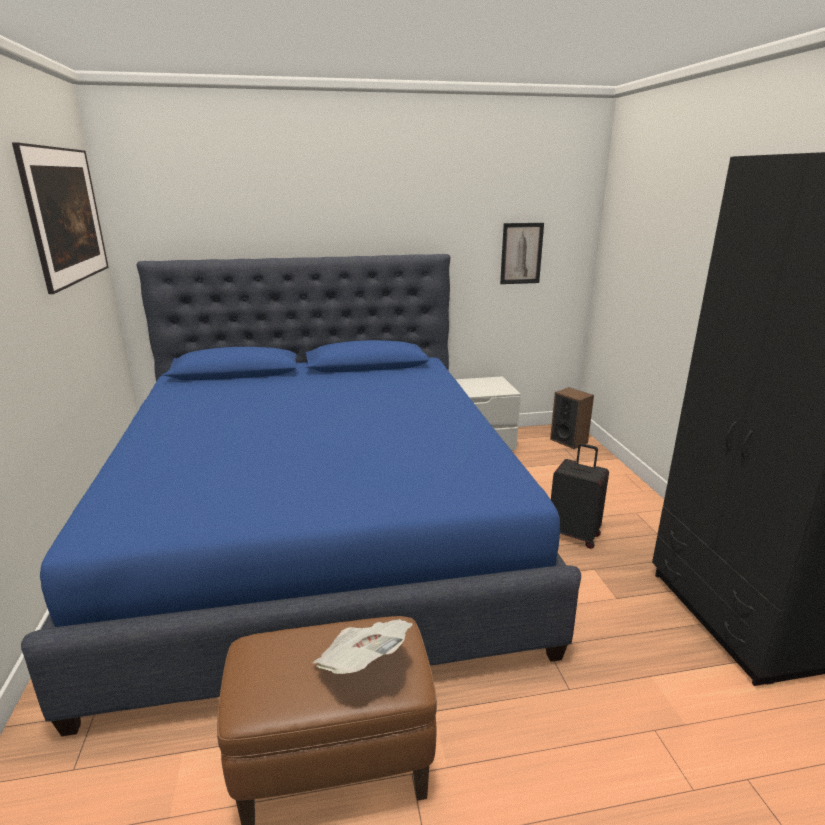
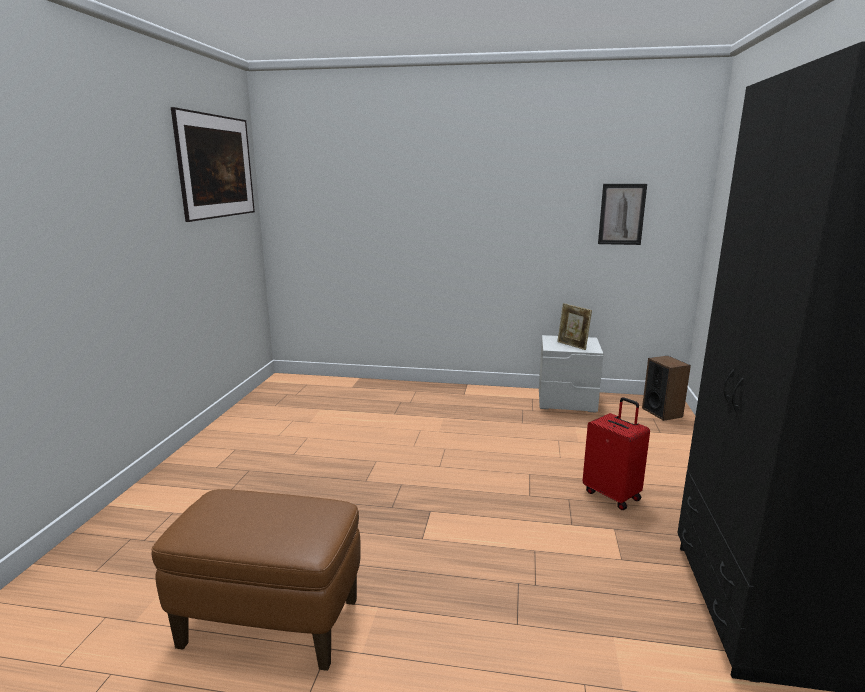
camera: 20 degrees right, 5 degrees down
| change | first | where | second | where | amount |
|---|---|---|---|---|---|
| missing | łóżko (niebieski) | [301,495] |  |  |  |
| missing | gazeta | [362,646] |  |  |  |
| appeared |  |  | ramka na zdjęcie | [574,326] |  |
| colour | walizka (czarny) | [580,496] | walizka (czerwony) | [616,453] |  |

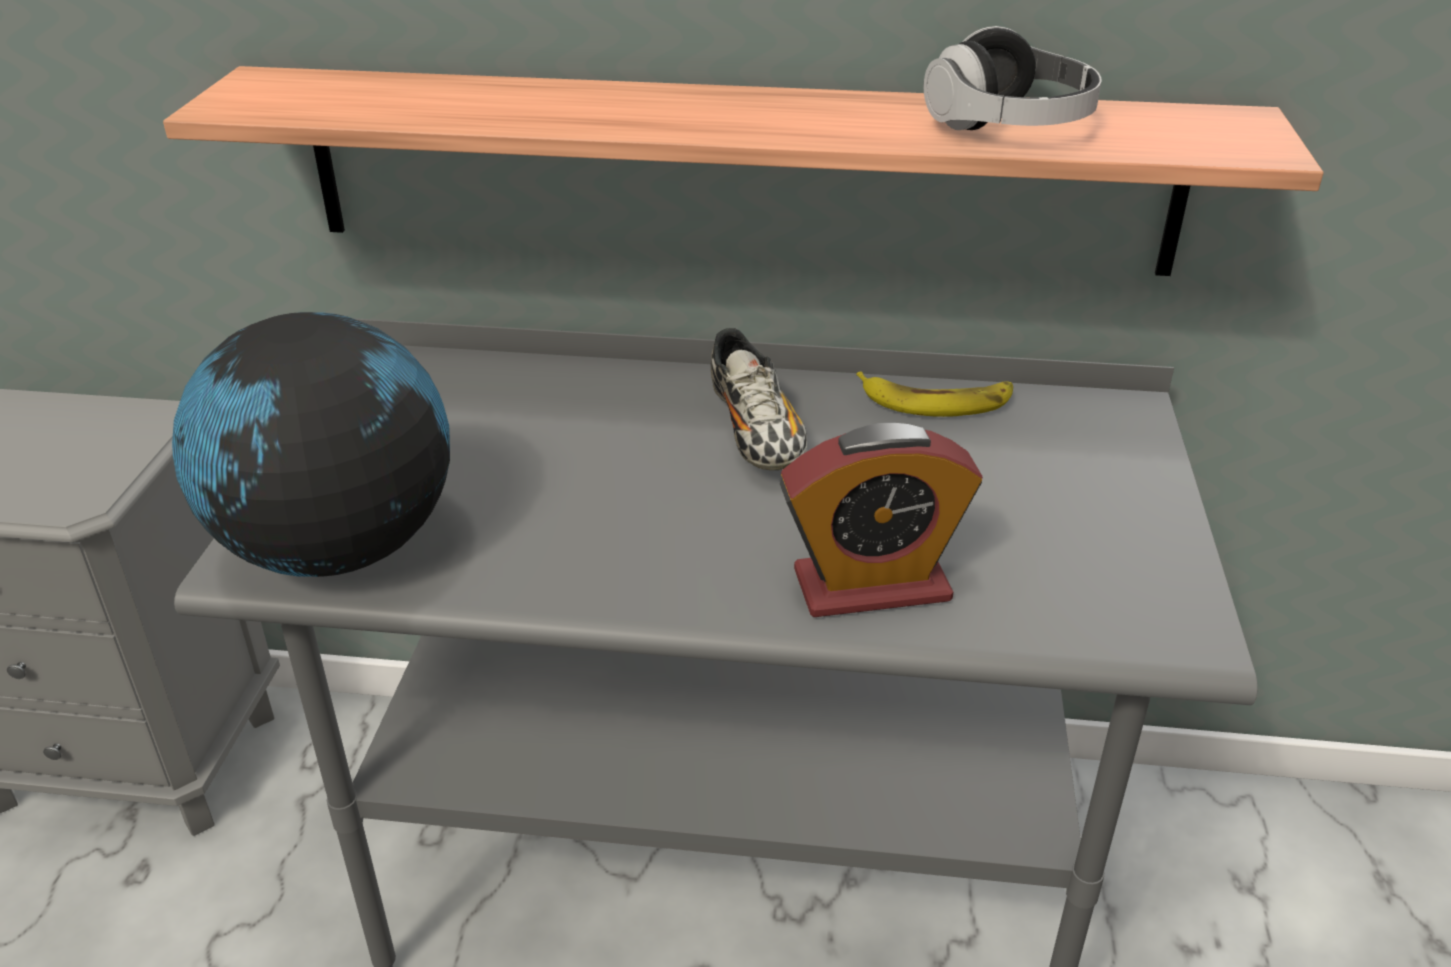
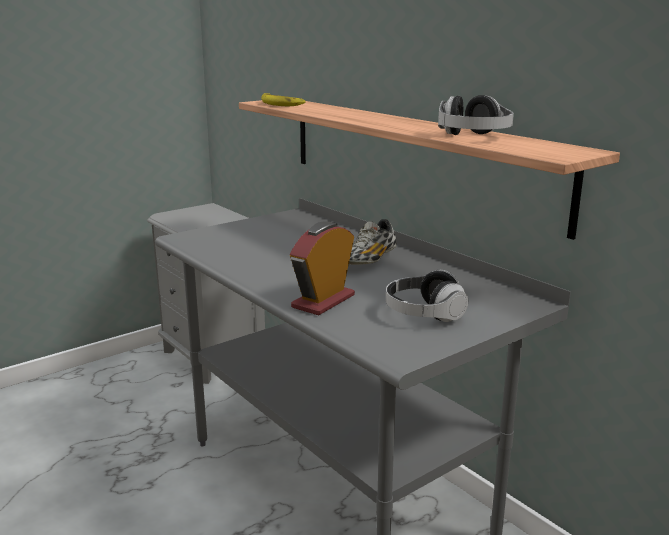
camera: 45 degrees right, 15 degrees down
| change | first | where | second | where | amount |
|---|---|---|---|---|---|
| missing | globus | [311,444] |  |  |  |
| appeared |  |  | słuchawki | [427,296] |  |
| relocated | banan | [934,394] |  | [283,99] |  |
| spun | budzik | [881,520] |  | [322,268] | 90 degrees clockwise |

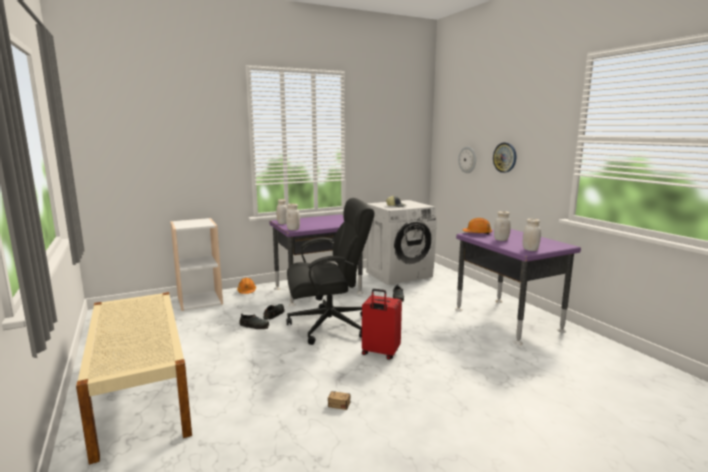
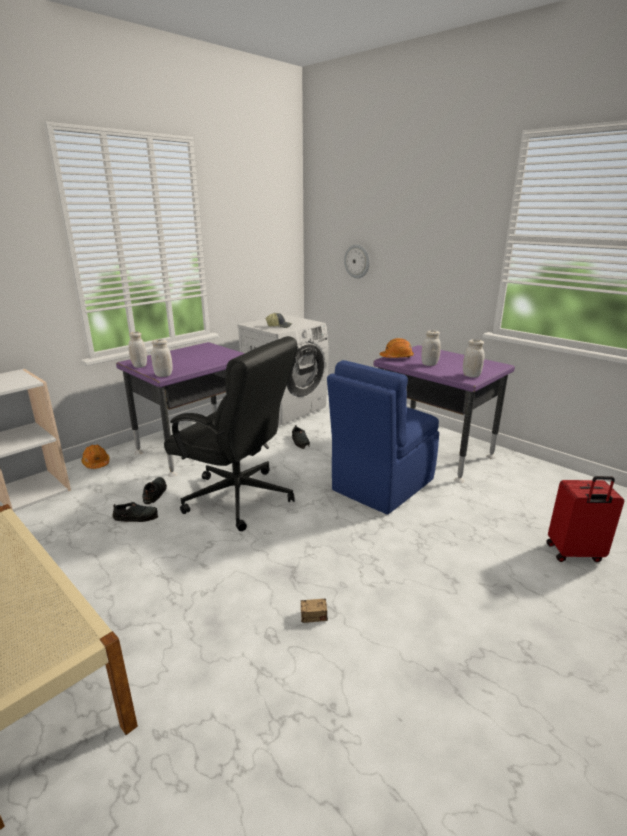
camera: 20 degrees left, 10 degrees up
| change | first | where | second | where | amount |
|---|---|---|---|---|---|
| missing | zegar ścienny | [504,158] |  |  |  |
| appeared |  |  | krzesło (niebieski) | [383,437] |  |
| relocated | walizka (czerwony) | [382,324] |  | [585,519] |  |
| spun | krzesło biurowe (czarny) | [331,271] |  | [231,433] | 60 degrees clockwise |

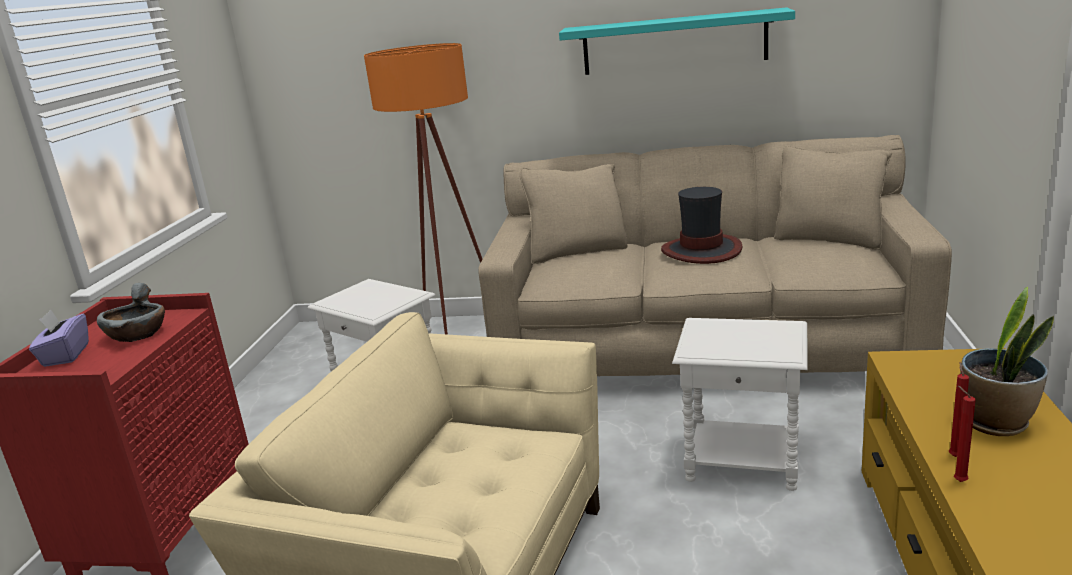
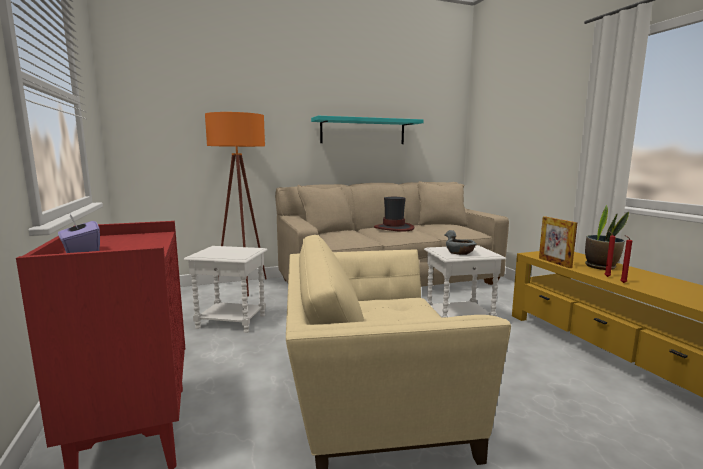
camera: 30 degrees left, 10 degrees down
| change | first | where | second | where | amount |
|---|---|---|---|---|---|
| appeared |  |  | ramka na zdjęcie | [558,242] |  |
| relocated | miska (szary) | [131,312] |  | [460,242] |  |

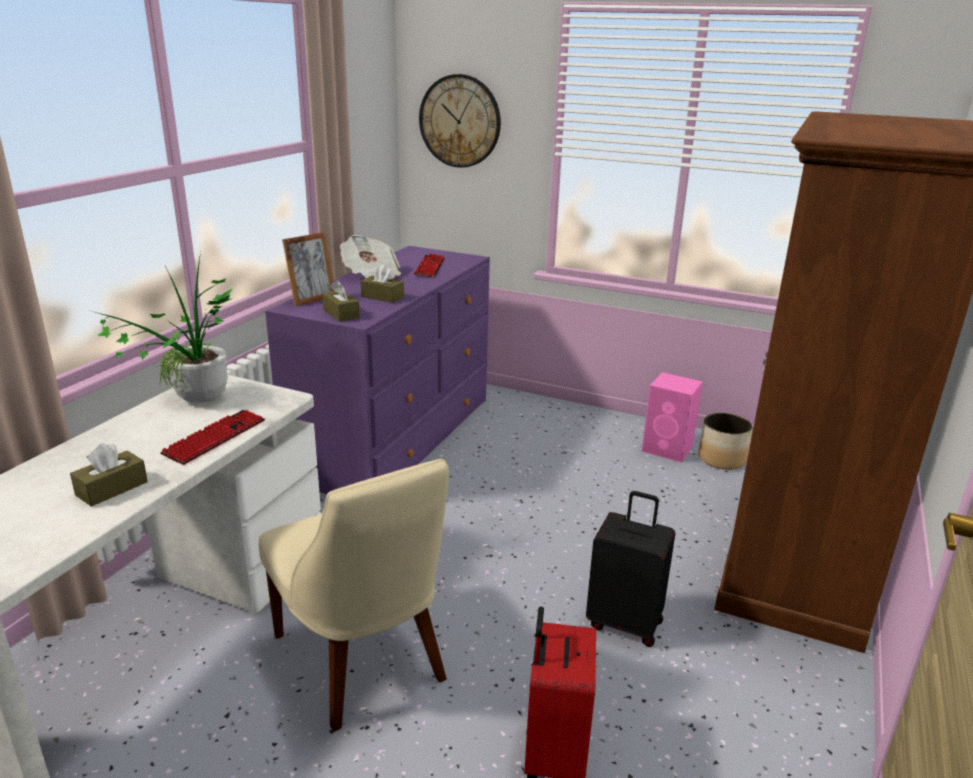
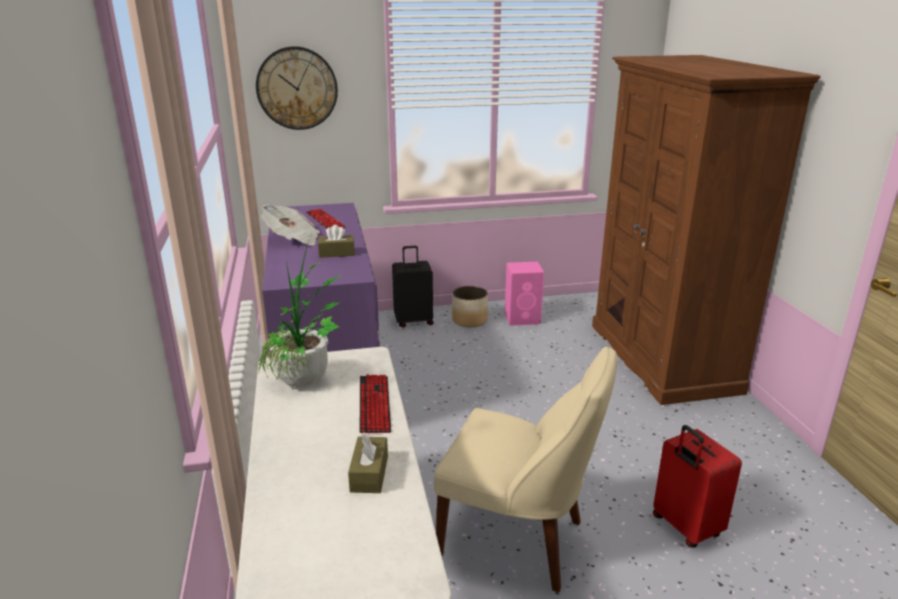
camera: 35 degrees left, 0 degrees up
| change | first | where | second | where | amount |
|---|---|---|---|---|---|
| missing | ramka na zdjęcie | [308,269] |  |  |  |
| missing | pudełko chusteczek (brązowy) | [341,301] |  |  |  |
| relocated | walizka (czarny) | [631,569] |  | [413,287] |  |
| relocated | donica | [725,441] |  | [470,306] |  |

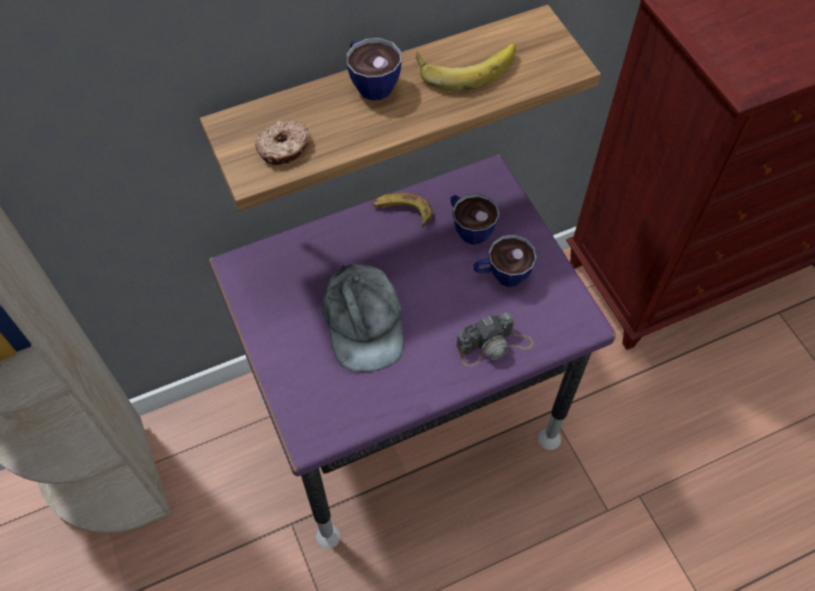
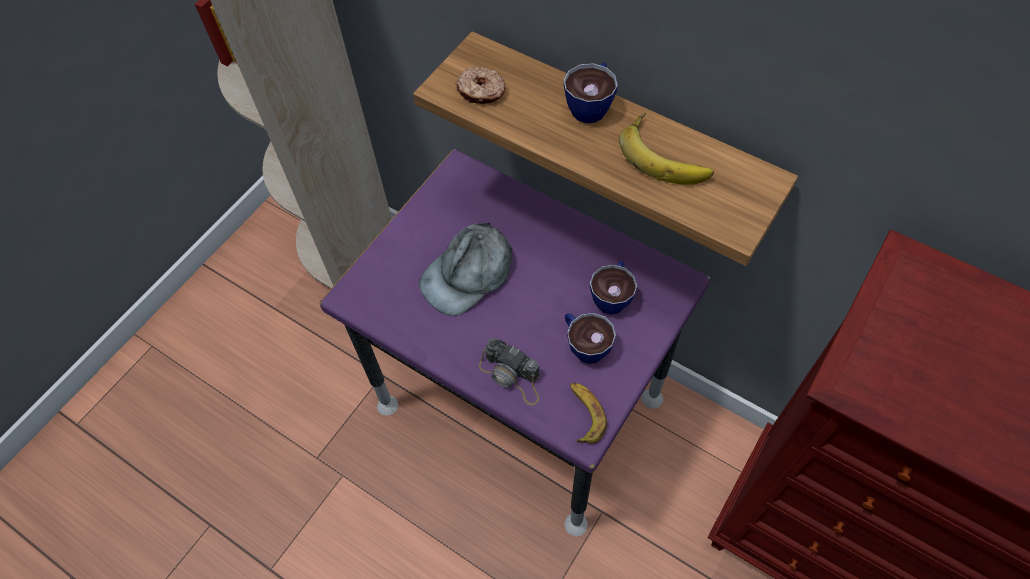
camera: 60 degrees right, 0 degrees up
| change | first | where | second | where | amount |
|---|---|---|---|---|---|
| relocated | banan | [403,210] |  | [588,413] |  |

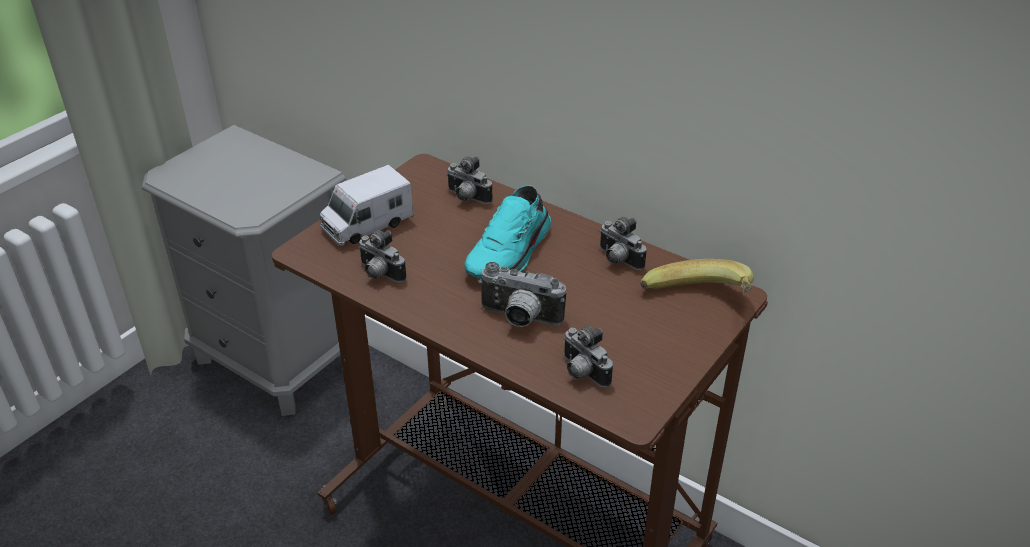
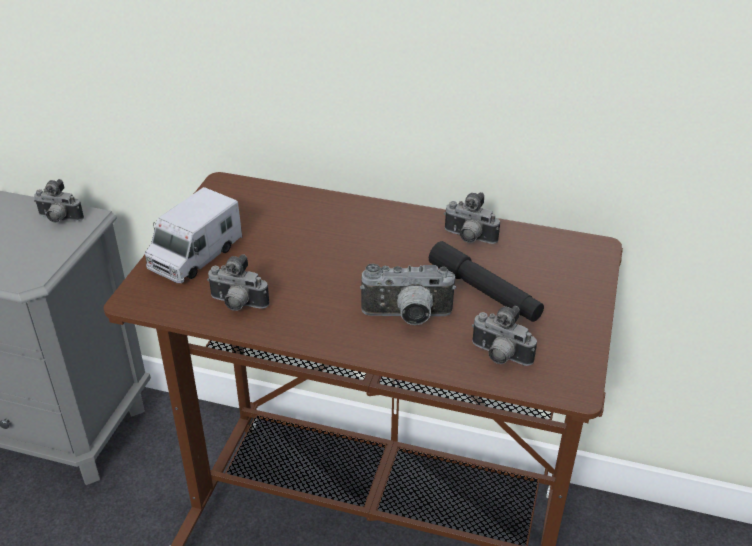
camera: 20 degrees left, 0 degrees up
| change | first | where | second | where | amount |
|---|---|---|---|---|---|
| missing | but (turkusowy) | [507,232] |  |  |  |
| missing | banan | [697,276] |  |  |  |
| appeared |  |  | latarka (czarny) | [486,281] |  |
| relocated | aparat fotograficzny | [469,180] |  | [59,201] |  |

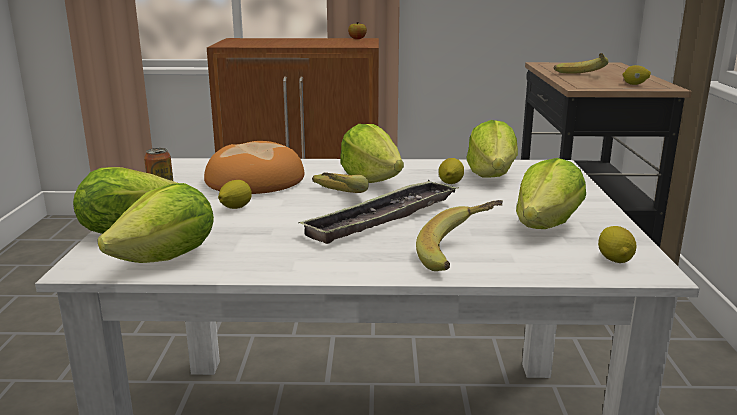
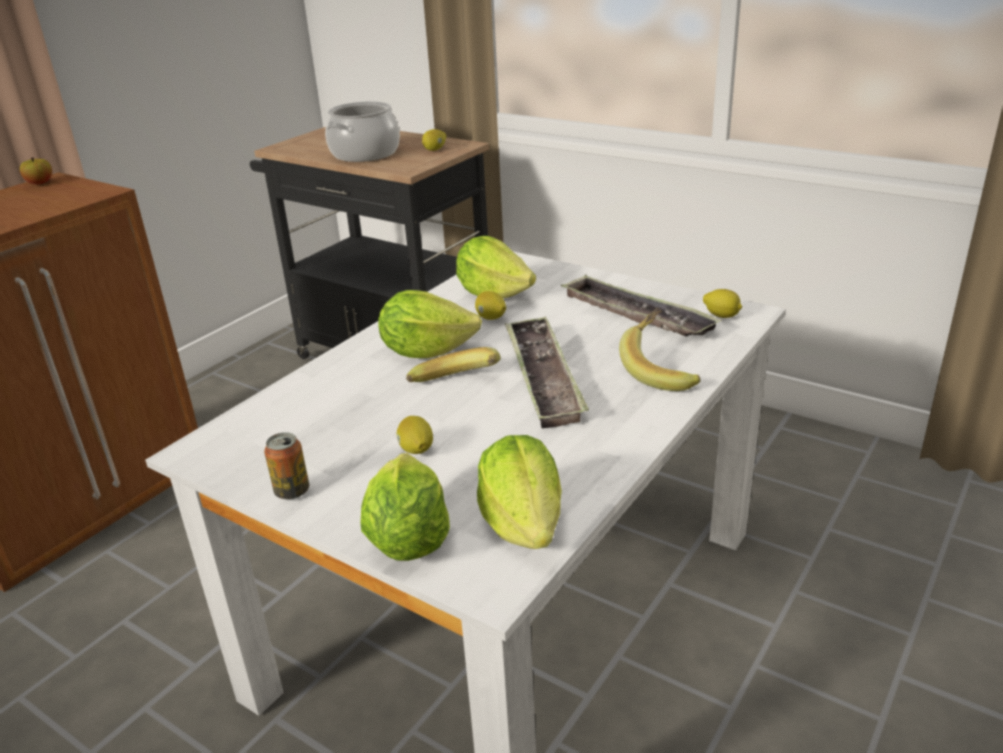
camera: 55 degrees left, 10 degrees up
| change | first | where | second | where | amount |
|---|---|---|---|---|---|
| missing | chleb | [254,167] |  |  |  |
| exchanged | sałata | [551,193] | taca | [641,305] |  |
| exchanged | banan | [580,63] | garnek | [362,131] |  |

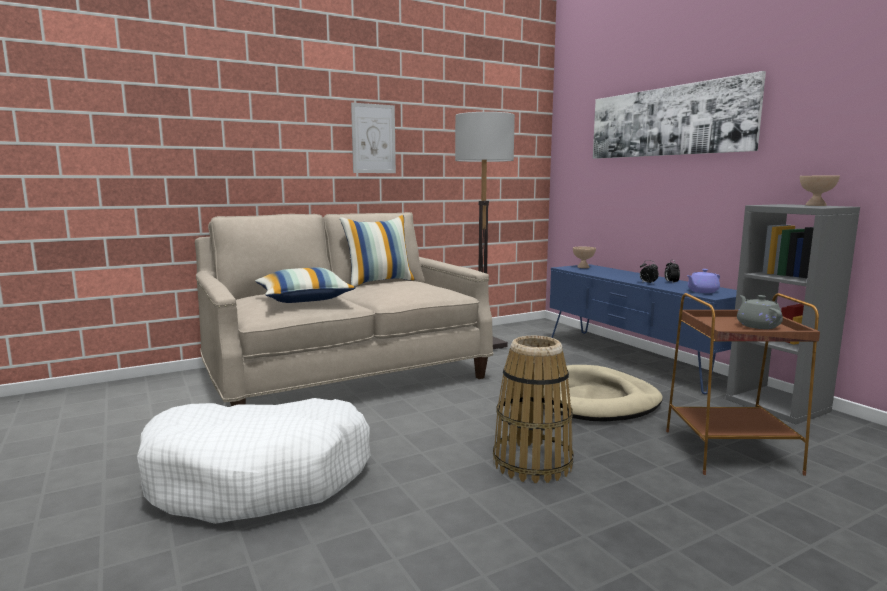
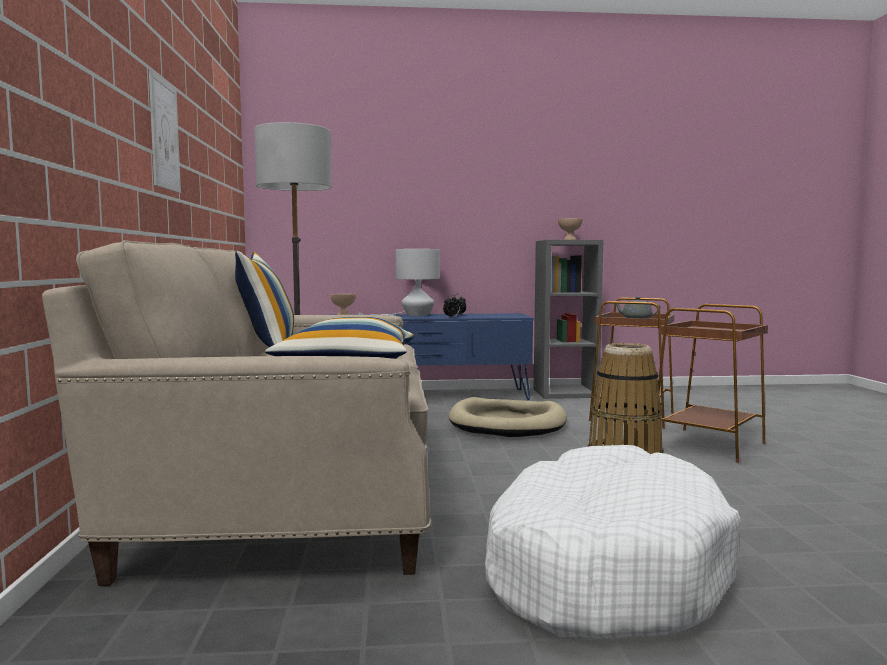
camera: 65 degrees left, 5 degrees down
| change | first | where | second | where | amount |
|---|---|---|---|---|---|
| missing | obraz | [679,115] |  |  |  |
| missing | imbryk (fioletowy) | [703,281] |  |  |  |
| appeared |  |  | lampa stołowa (biały) | [399,282] |  |
| appeared |  |  | stolik (brązowy) | [713,383] |  |

